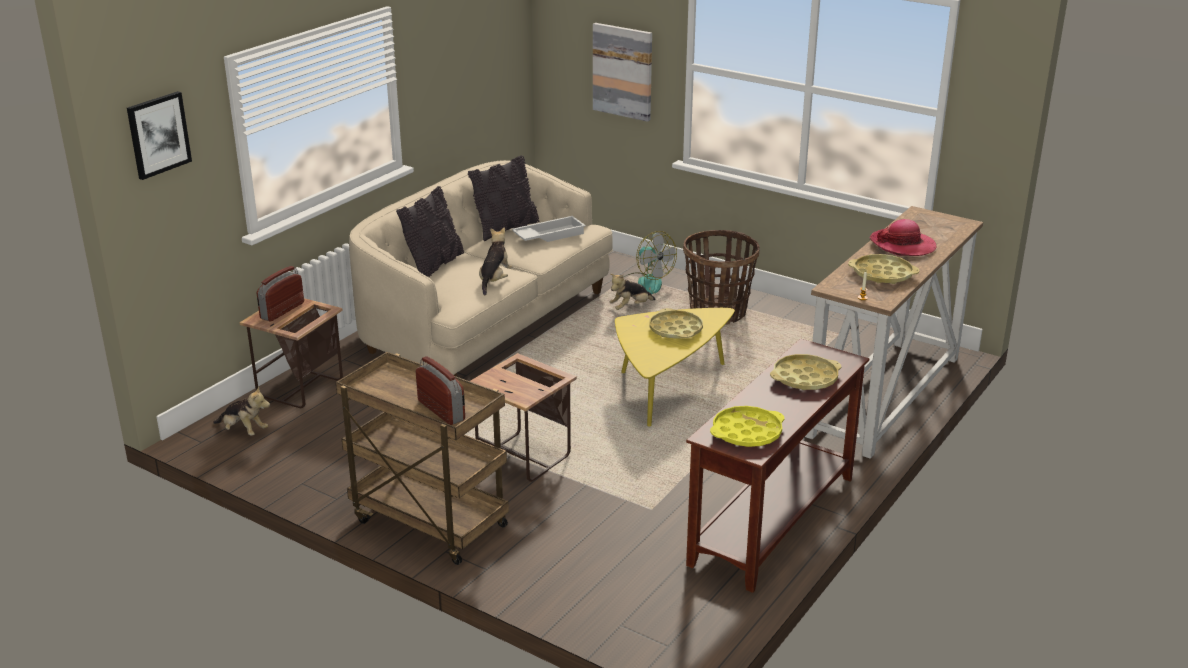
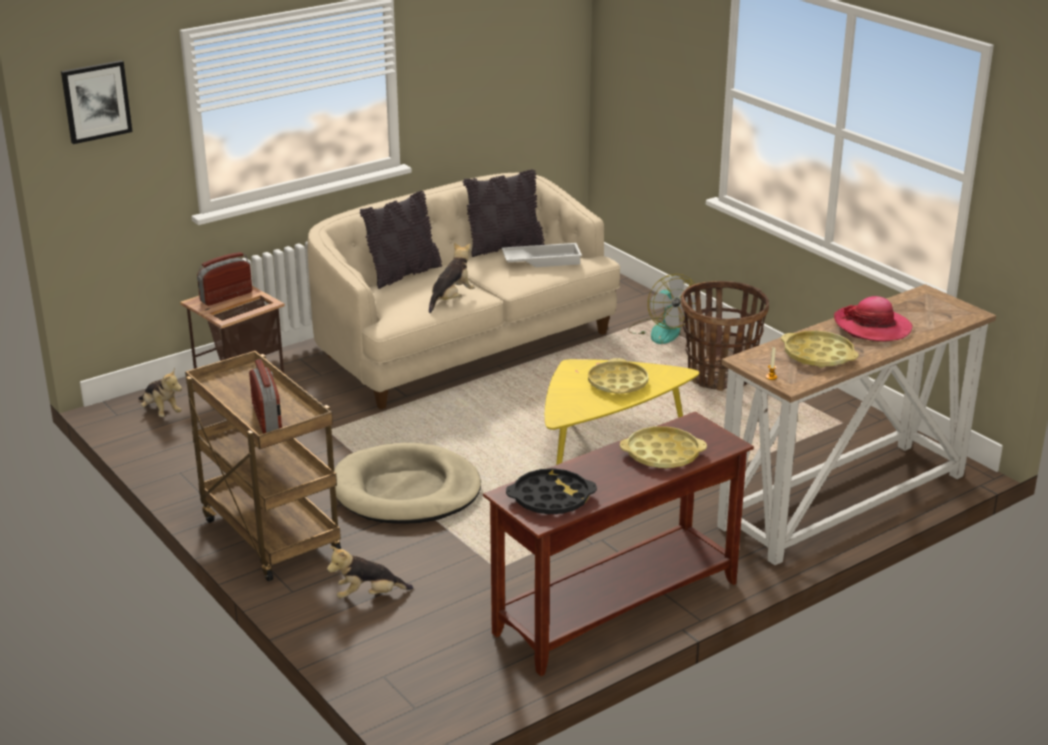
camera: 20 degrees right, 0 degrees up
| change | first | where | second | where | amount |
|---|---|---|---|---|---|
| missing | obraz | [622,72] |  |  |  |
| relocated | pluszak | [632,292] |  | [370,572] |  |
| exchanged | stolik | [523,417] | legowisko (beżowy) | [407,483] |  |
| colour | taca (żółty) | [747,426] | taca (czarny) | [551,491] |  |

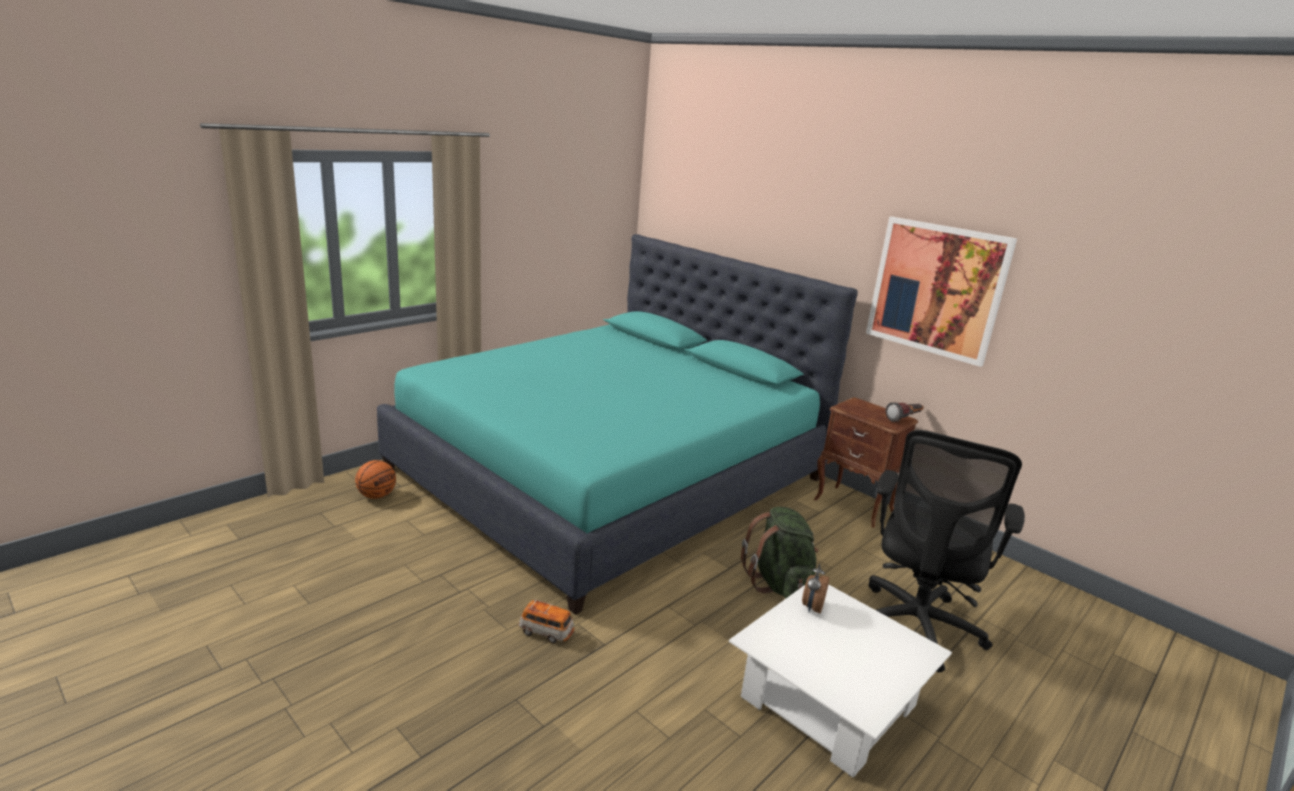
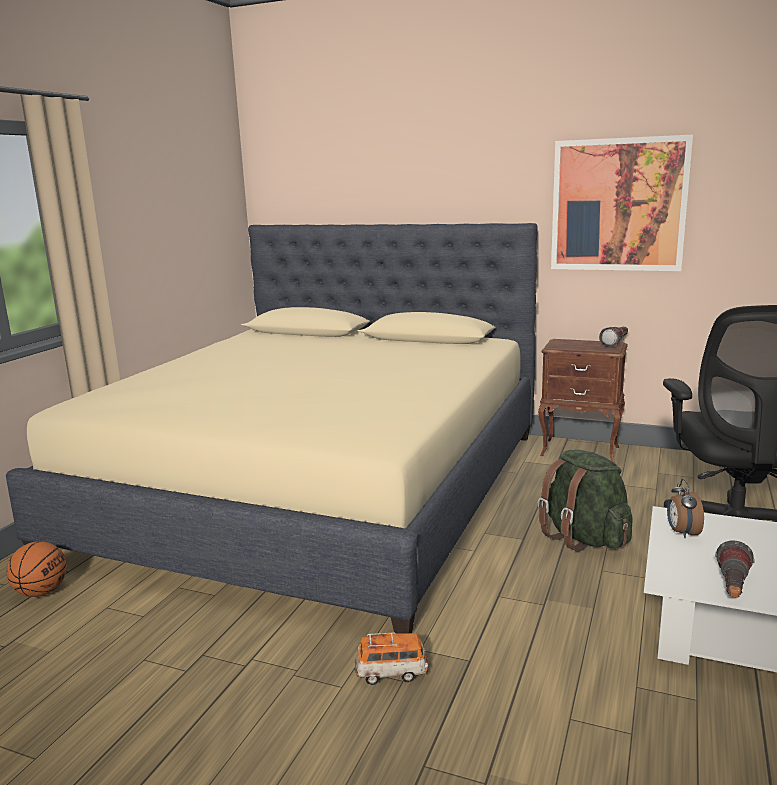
camera: 20 degrees left, 5 degrees down
| change | first | where | second | where | amount |
|---|---|---|---|---|---|
| appeared |  |  | latarka | [735,569] |  |
| colour | łóżko (turkusowy) | [617,424] | łóżko (beżowy) | [272,428] |  |

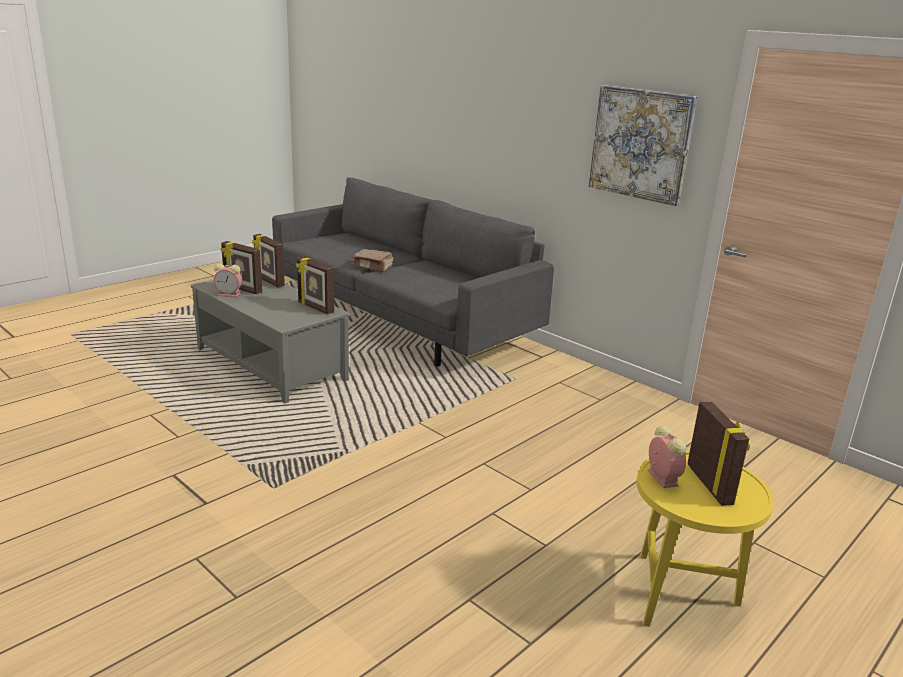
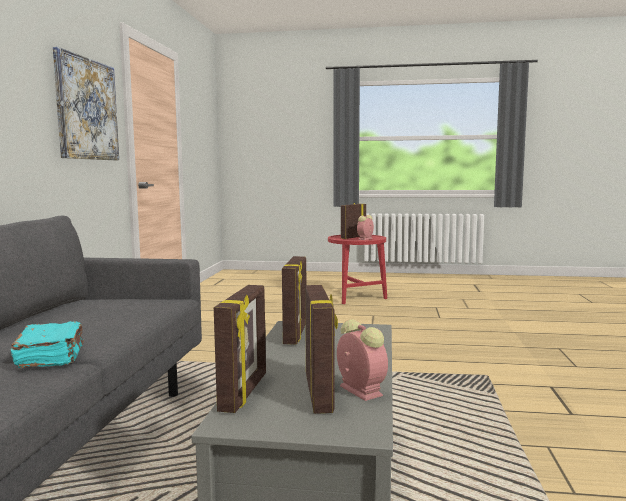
camera: 125 degrees left, 15 degrees down
| change | first | where | second | where | amount |
|---|---|---|---|---|---|
| colour | książka (brązowy) | [372,260] | książka (turkusowy) | [47,344] |  |
| colour | stolik (żółty) | [705,539] | stolik (czerwony) | [357,269] |  |

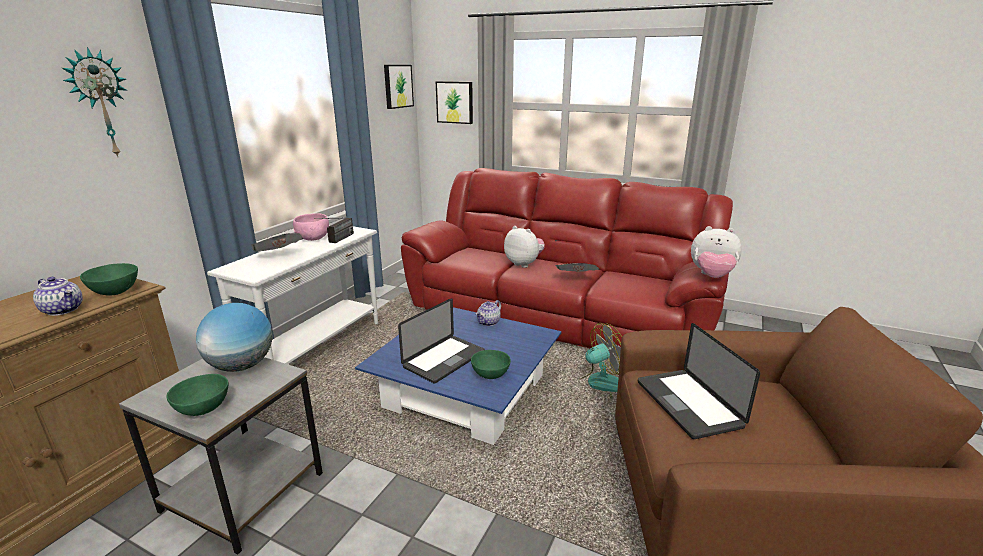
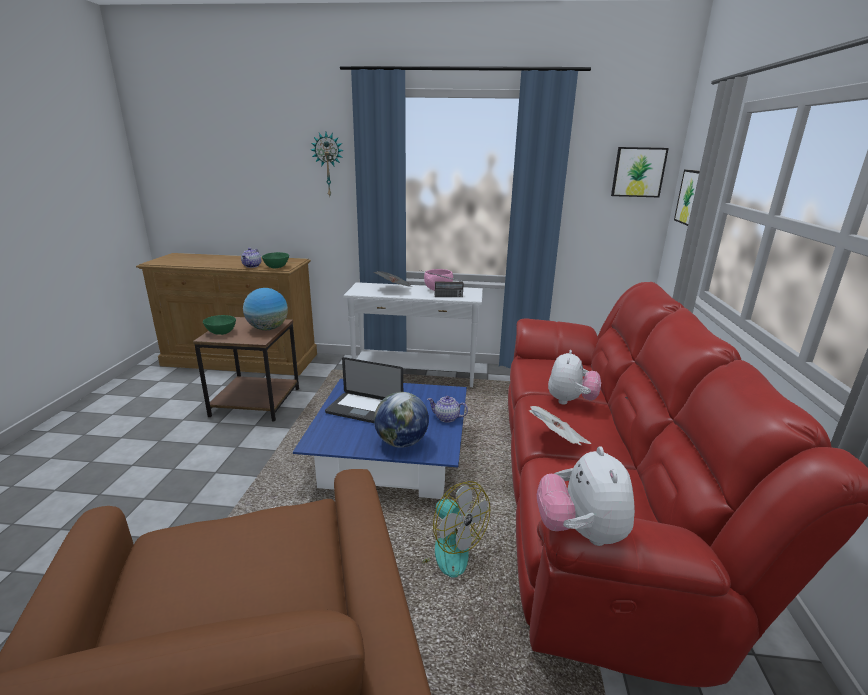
camera: 70 degrees right, 0 degrees up
| change | first | where | second | where | amount |
|---|---|---|---|---|---|
| missing | miska (zielony) | [491,364] |  |  |  |
| missing | laptop | [699,381] |  |  |  |
| appeared |  |  | globus | [401,420] |  |
| colour | stolik (szary) | [221,455] | stolik (brązowy) | [246,369] |  |

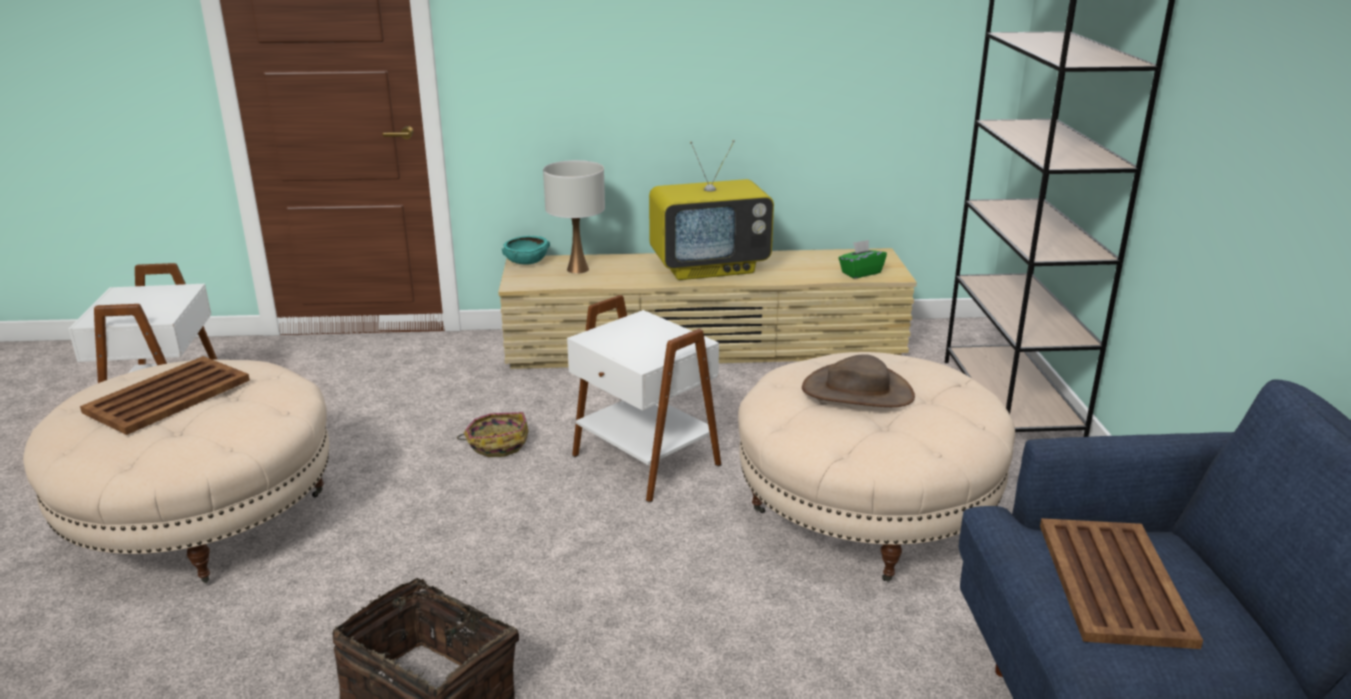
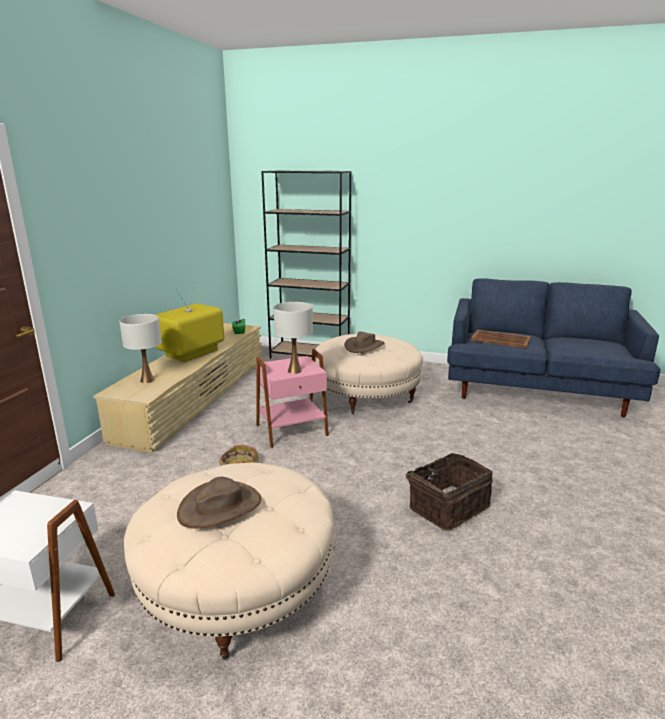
camera: 70 degrees left, 5 degrees down
| change | first | where | second | where | amount |
|---|---|---|---|---|---|
| missing | miska (turkusowy) | [526,250] |  |  |  |
| appeared |  |  | lampa stołowa (biały) | [293,338] |  |
| exchanged | taca (brązowy) | [165,395] | kapelusz (brązowy) | [219,502] |  |
| colour | stolik (biały) | [644,399] | stolik (różowy) | [292,398] |  |
| spun | telewizor | [711,210] |  | [189,322] | 150 degrees counterclockwise |

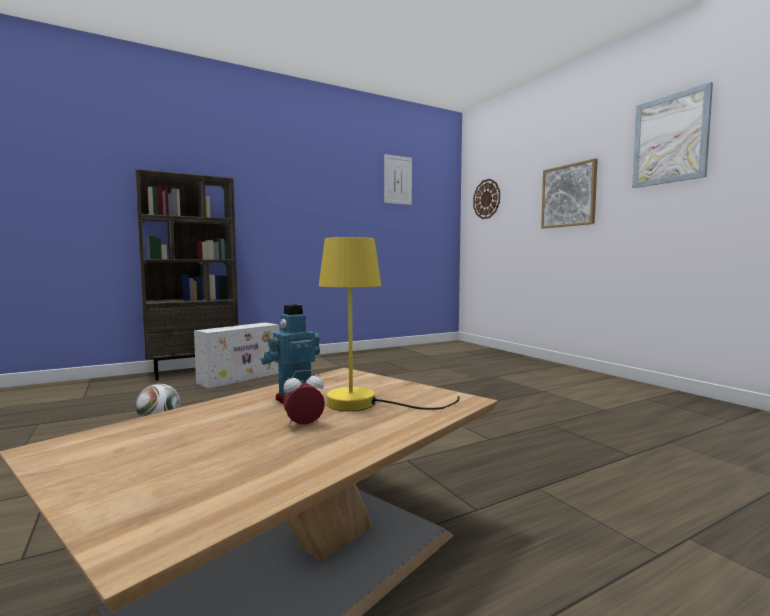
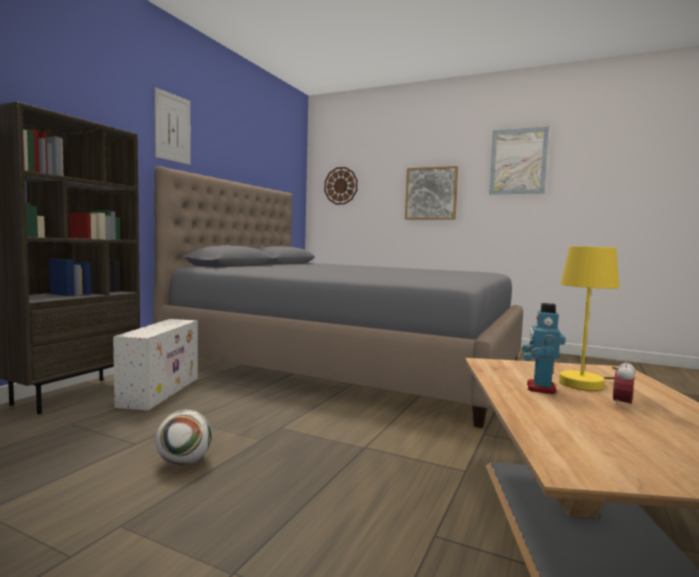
camera: 35 degrees left, 0 degrees up
| change | first | where | second | where | amount |
|---|---|---|---|---|---|
| appeared |  |  | łóżko (szary) | [338,297] |  |
| relocated | obraz | [398,179] |  | [172,126] |  |

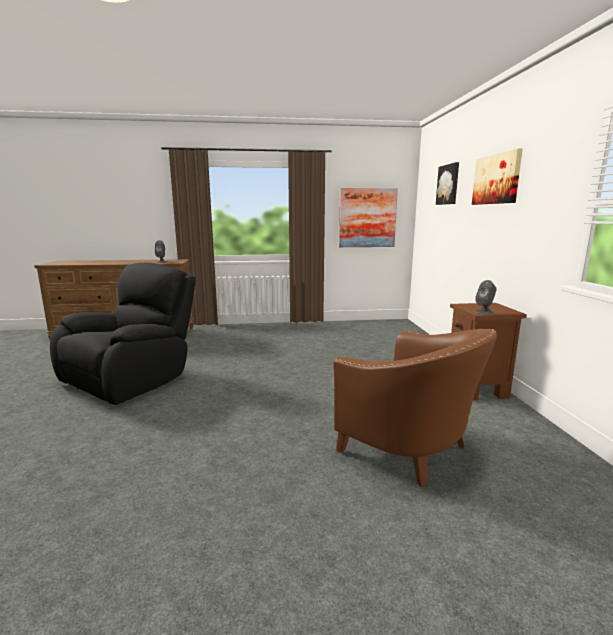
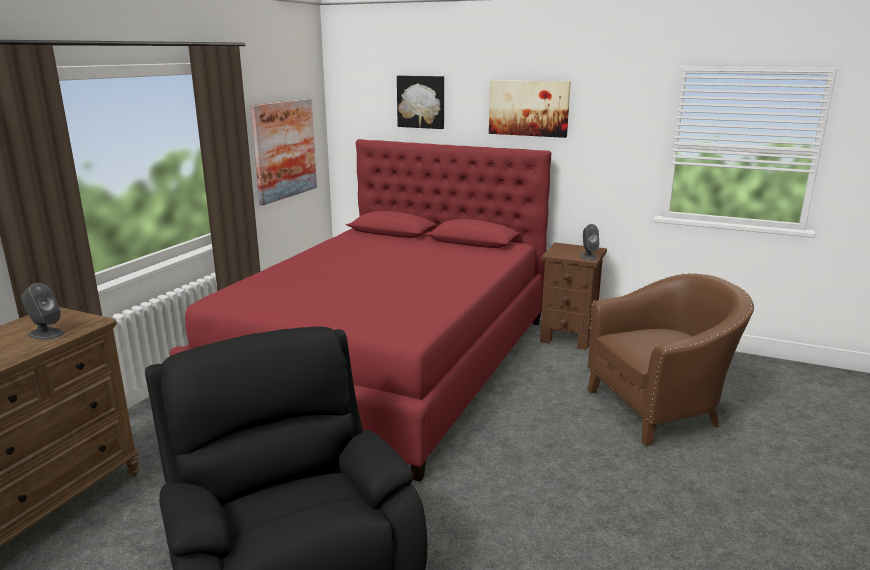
camera: 60 degrees left, 5 degrees up
| change | first | where | second | where | amount |
|---|---|---|---|---|---|
| appeared |  |  | łóżko (czerwony) | [361,310] |  |

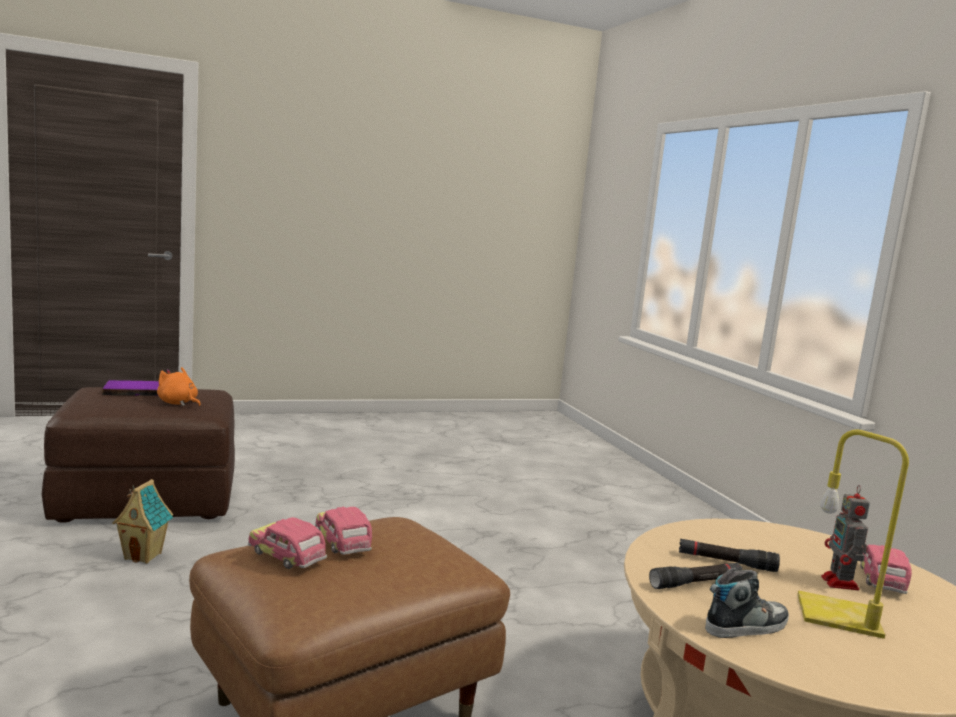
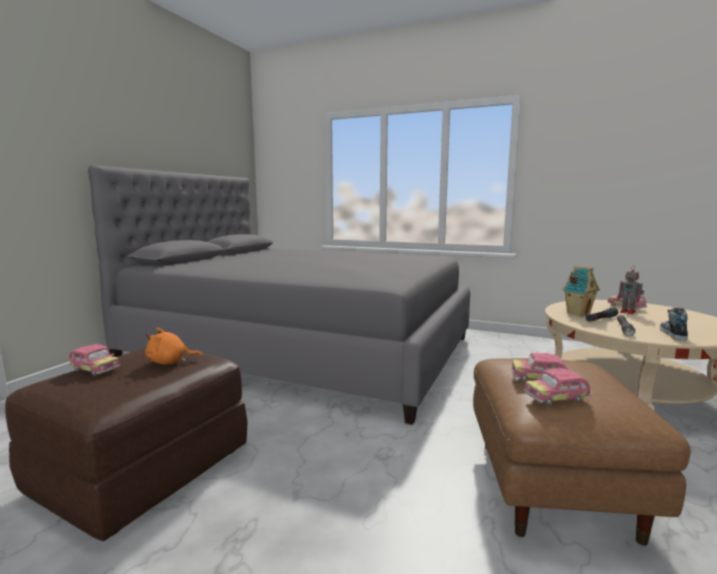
camera: 45 degrees left, 0 degrees up
| change | first | where | second | where | amount |
|---|---|---|---|---|---|
| missing | lampa stołowa (żółty) | [853,534] |  |  |  |
| appeared |  |  | łóżko (szary) | [279,295] |  |
| relocated | domek | [142,521] |  | [581,291] |  |
| exchanged | książka (fioletowy) | [130,388] | samochodzik | [94,360] |  |

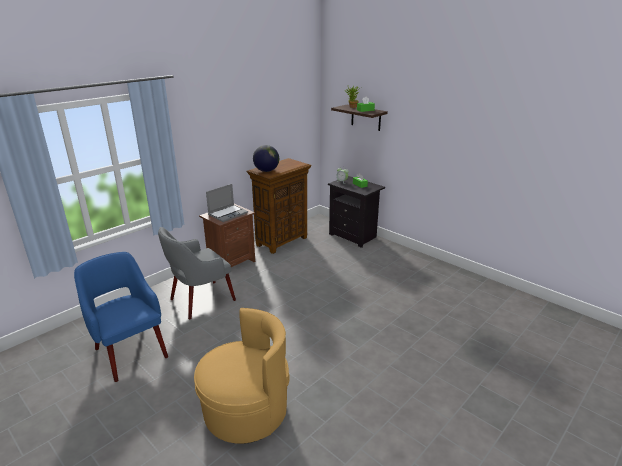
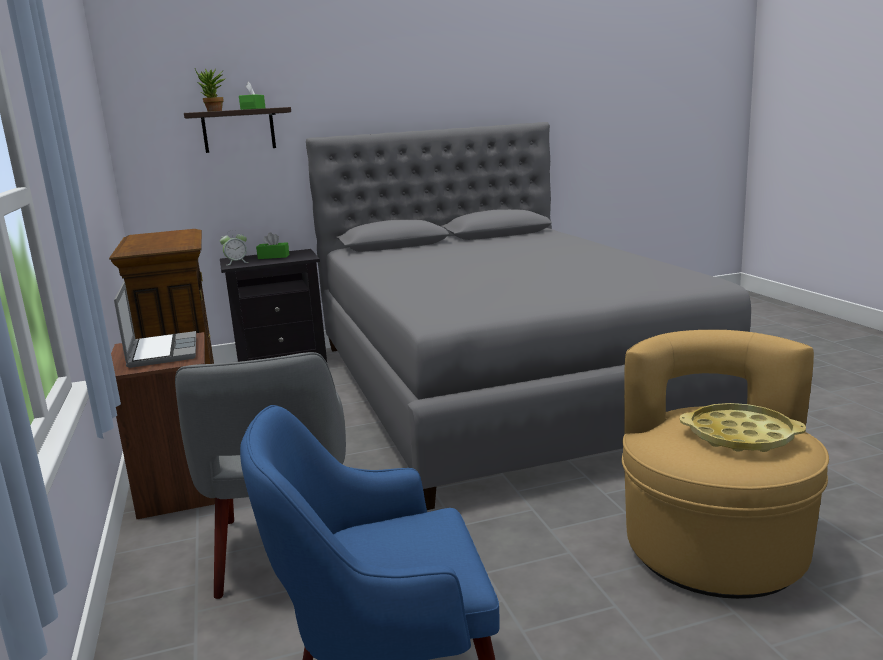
camera: 60 degrees left, 10 degrees down
| change | first | where | second | where | amount |
|---|---|---|---|---|---|
| missing | globus | [266,158] |  |  |  |
| appeared |  |  | łóżko (szary) | [528,316] |  |
| appeared |  |  | taca (żółty) | [743,427] |  |

